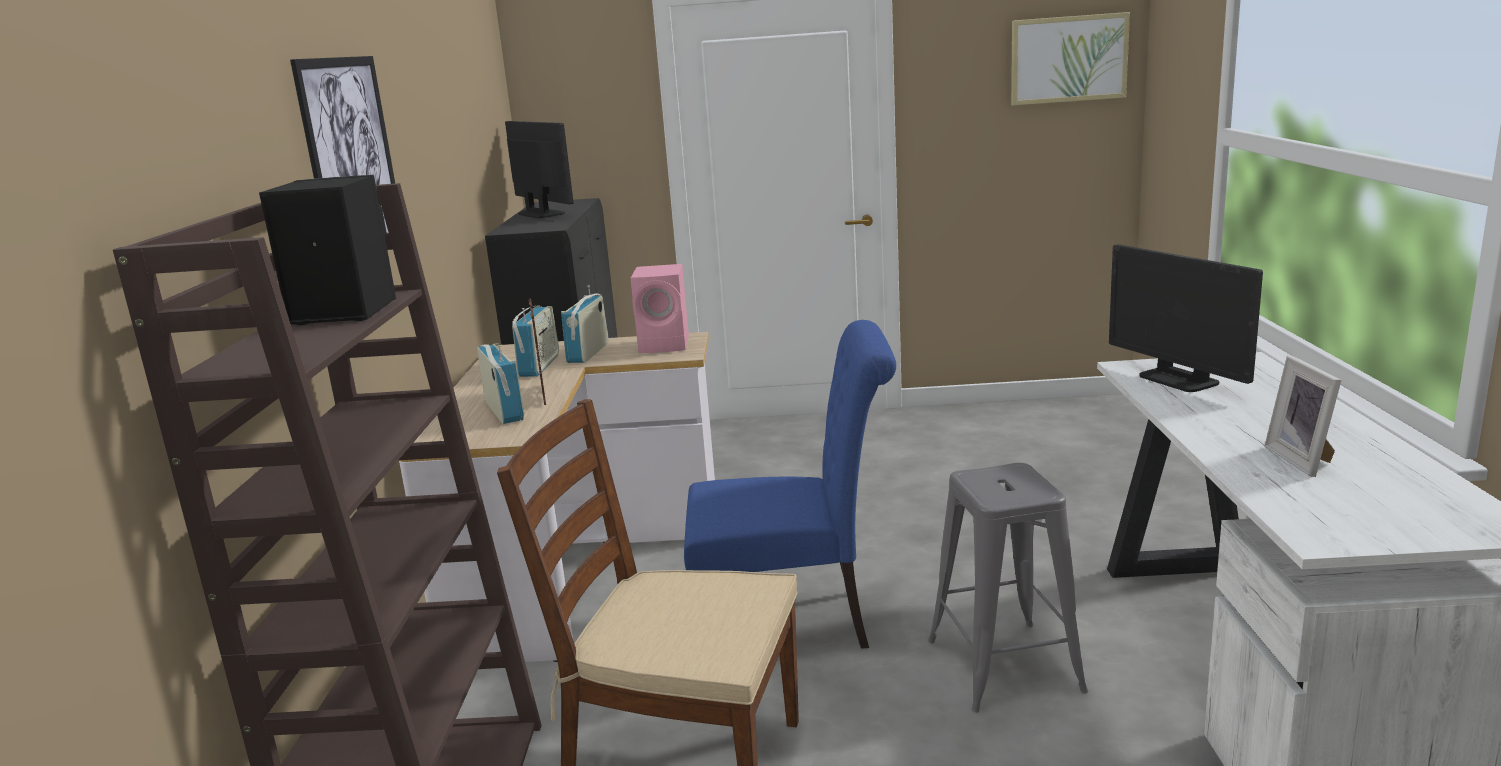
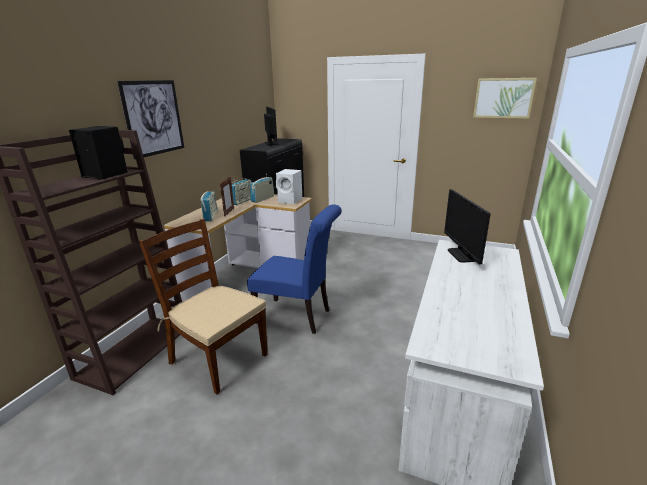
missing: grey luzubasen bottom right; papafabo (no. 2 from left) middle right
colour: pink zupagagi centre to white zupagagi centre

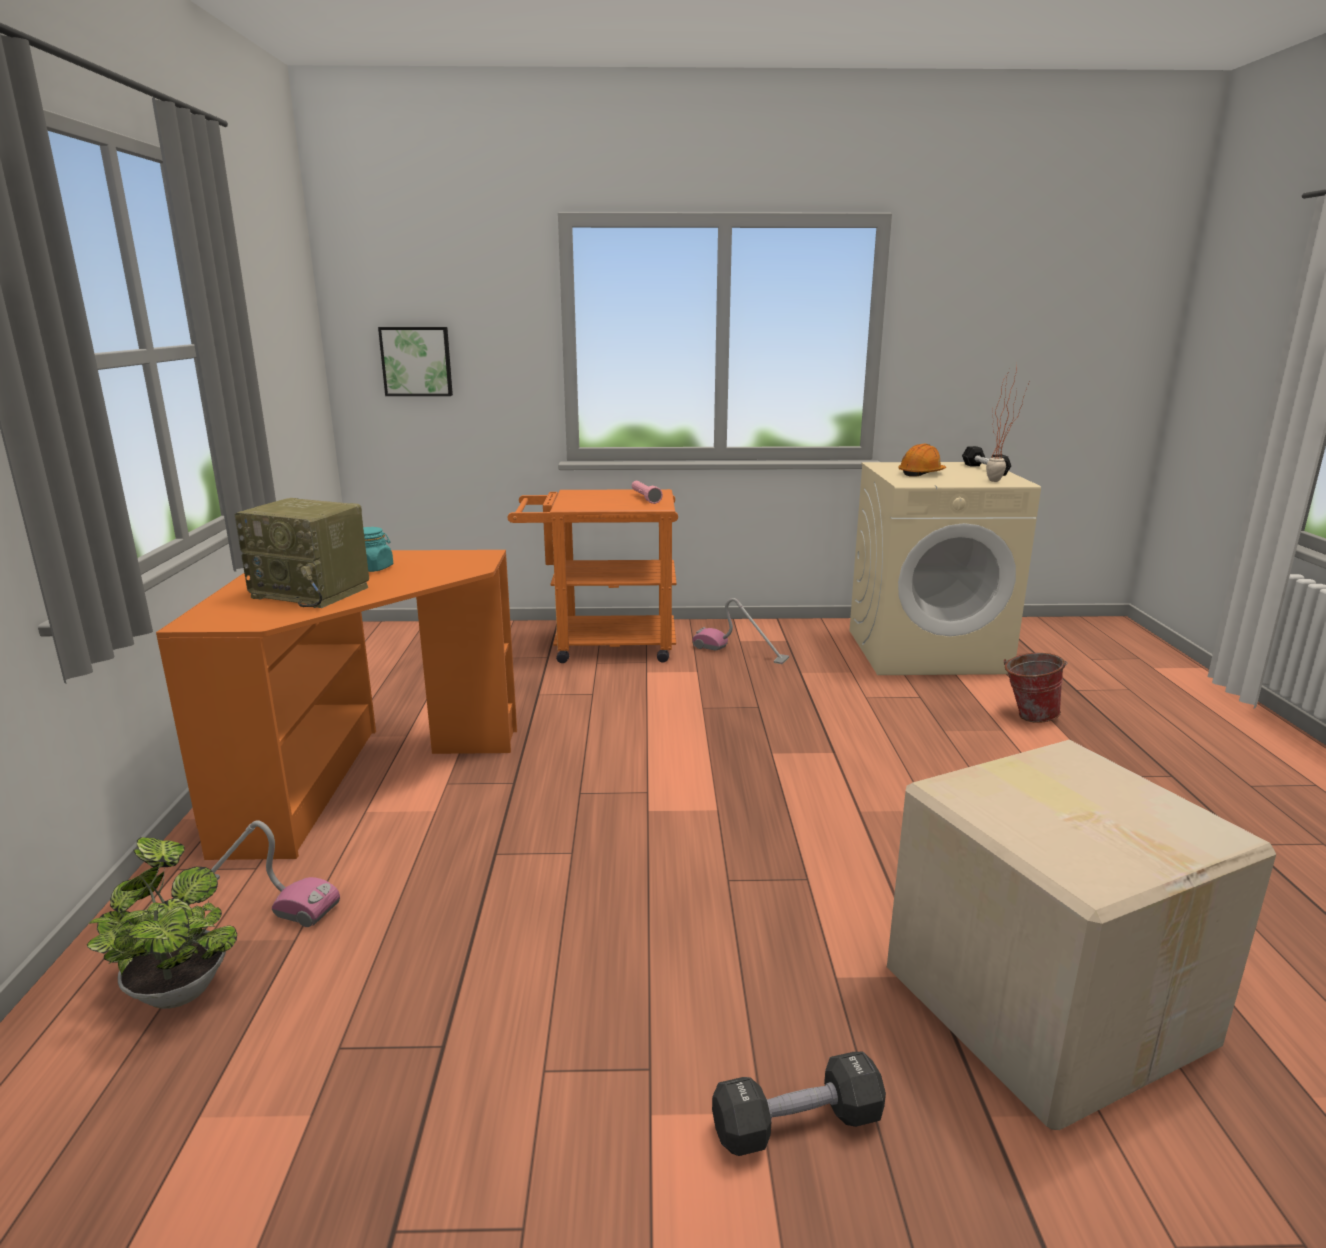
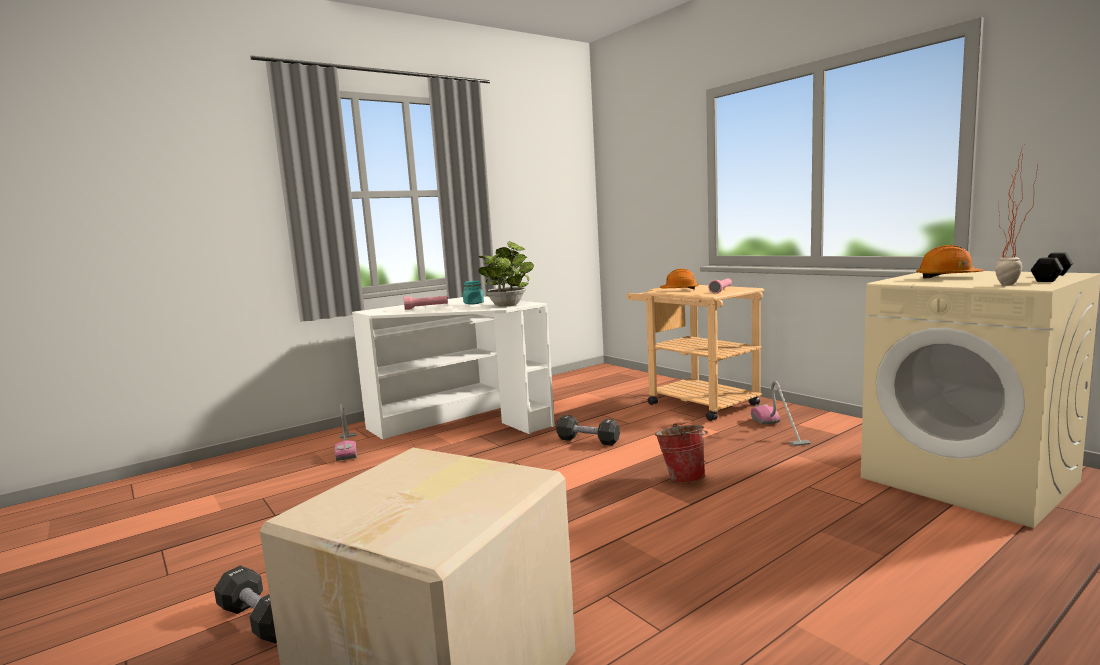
missing: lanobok top left
appeared: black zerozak (no. 2 from left) centre; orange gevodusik (no. 1 from left) centre
relocated: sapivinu (no. 1 from left) bottom left to centre; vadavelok middle right to bottom centre
exchanged: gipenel middle left to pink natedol (no. 1 from left) centre
colour: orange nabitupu middle left to white nabitupu centre; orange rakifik centre to beige rakifik centre

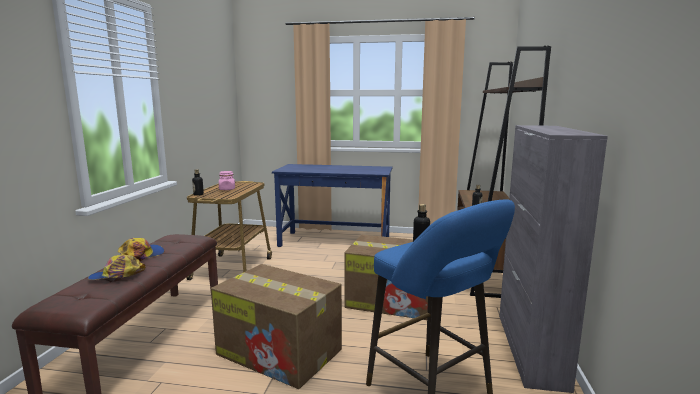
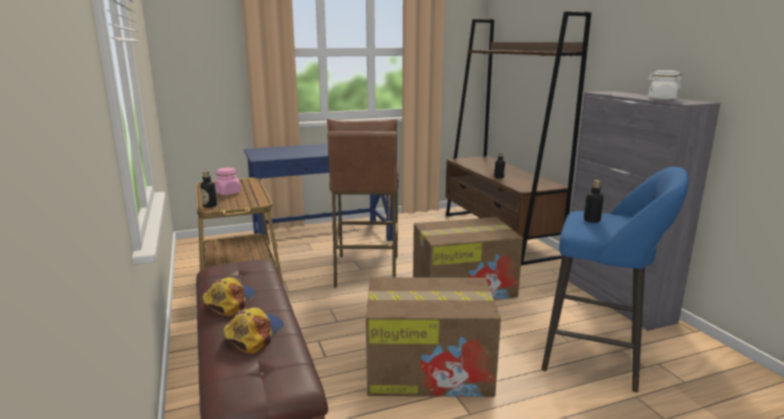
appeared: brown luzubasen centre; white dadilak top right
spun: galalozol (no. 1 from left in the first image) bottom left = bottom left 150 degrees clockwise

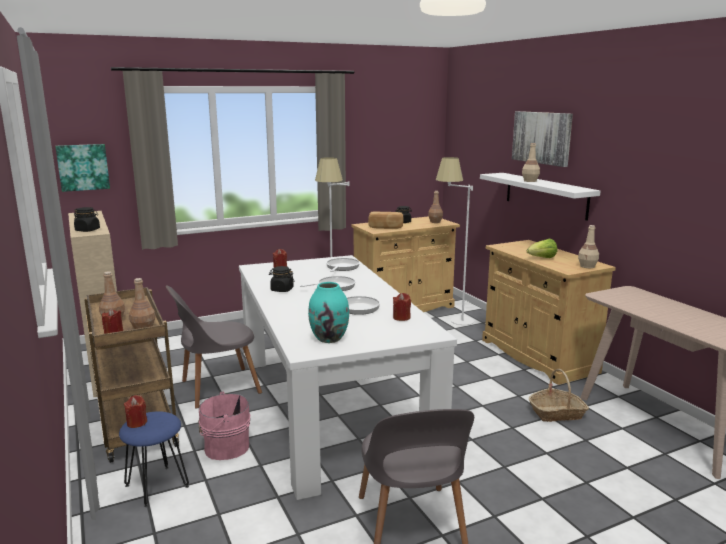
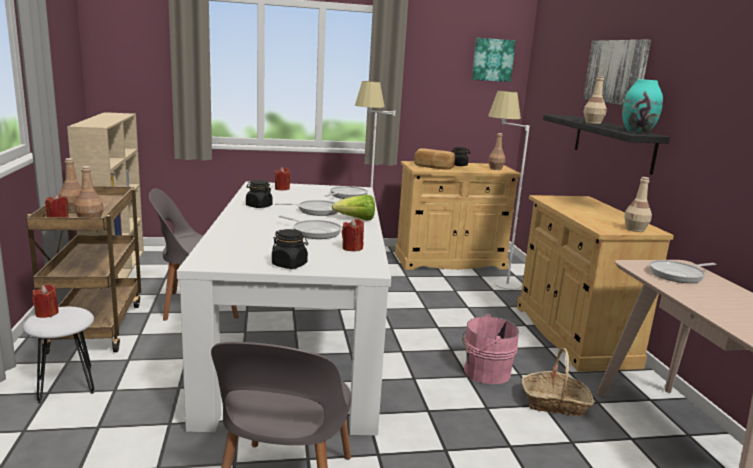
appeared: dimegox (no. 4 from left) middle right
relocated: lanobok (no. 1 from left) top left to top centre; black dadilak (no. 1 from left in the first image) middle left to black dadilak (no. 2 from left) centre; pink vadavelok bottom left to bottom centre; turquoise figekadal centre to top right; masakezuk middle right to centre
colour: blue luzubasen bottom left to white luzubasen bottom left; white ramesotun middle right to black ramesotun top right

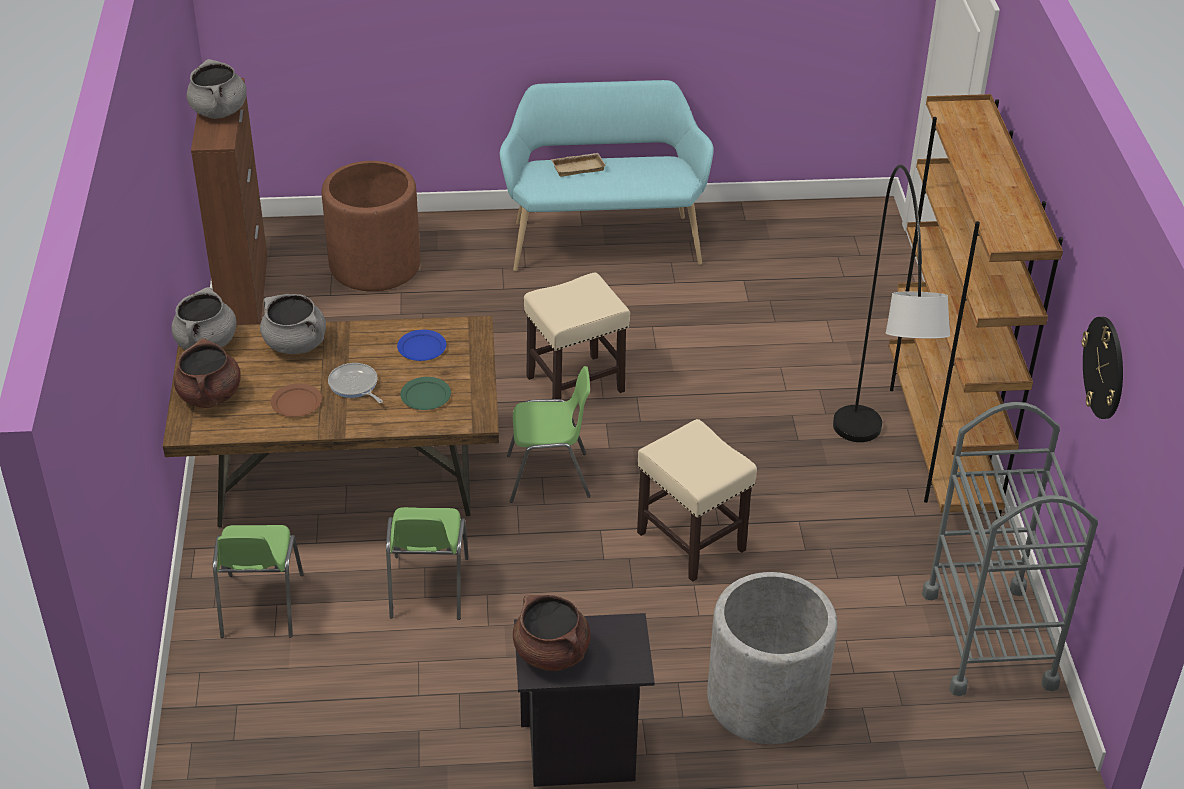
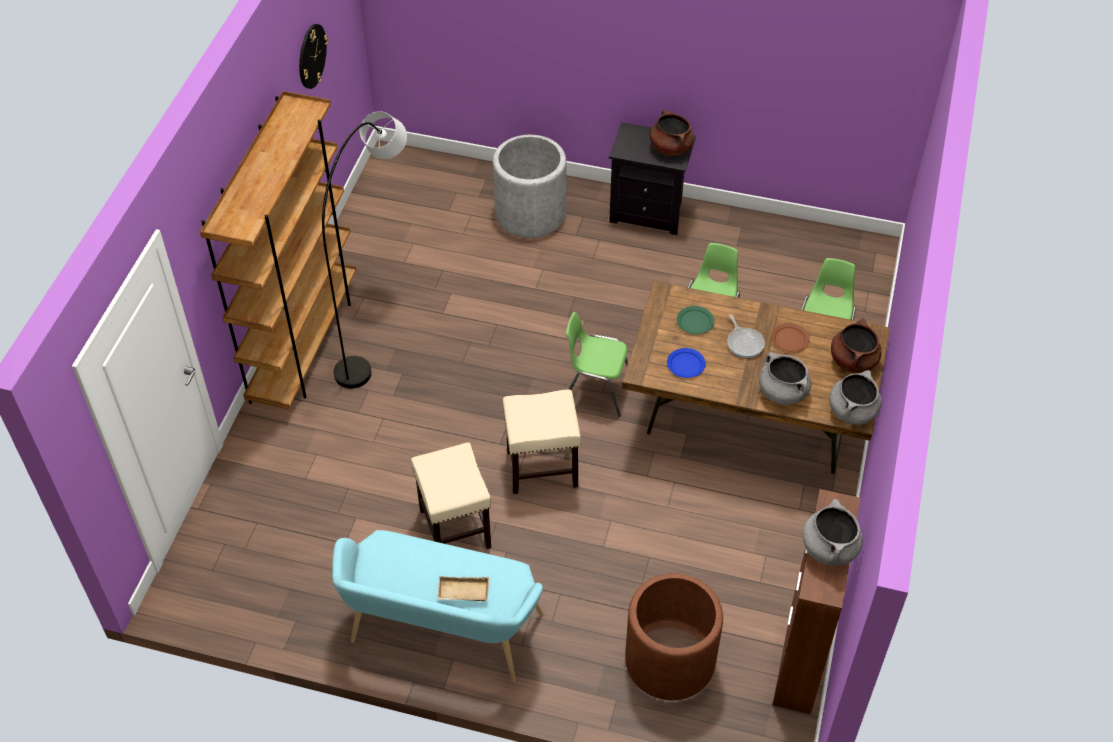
missing: grey rakifik bottom right
relocated: beige luzubasen (no. 2 from left in the first image) centre to beige luzubasen (no. 1 from left) bottom centre

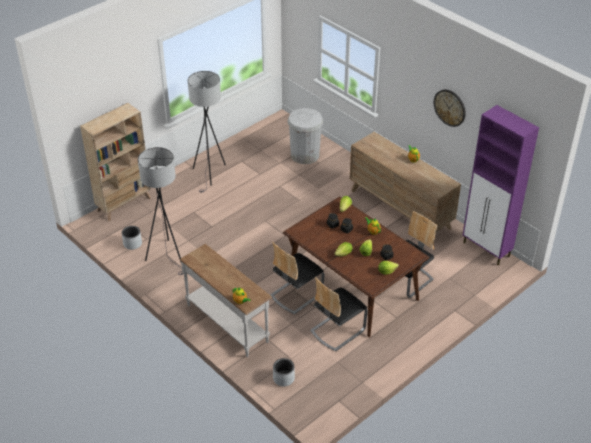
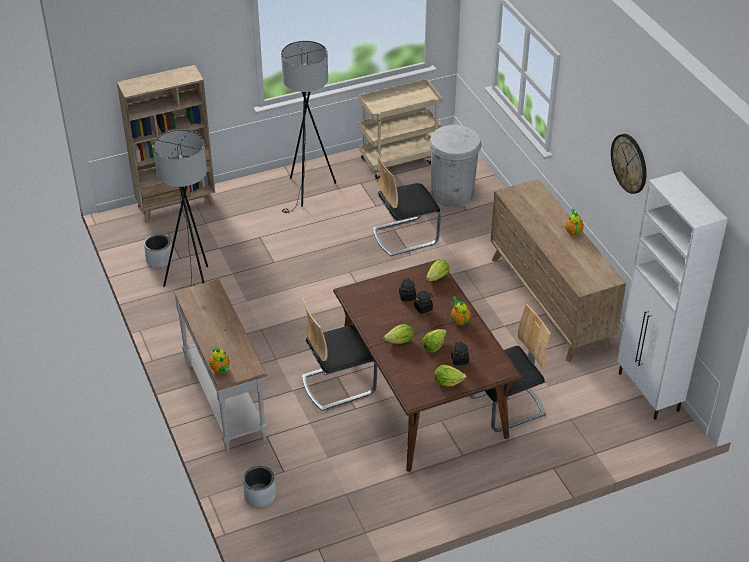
appeared: beige rakifik top centre
relocated: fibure (no. 2 from left) bottom centre to centre
colour: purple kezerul middle right to white kezerul middle right

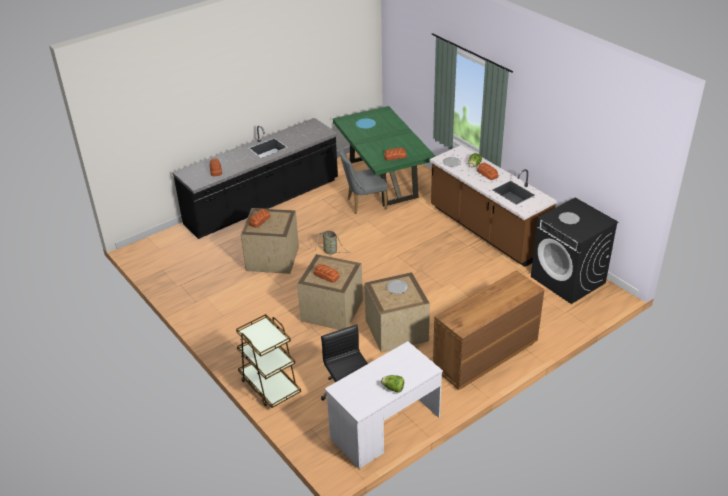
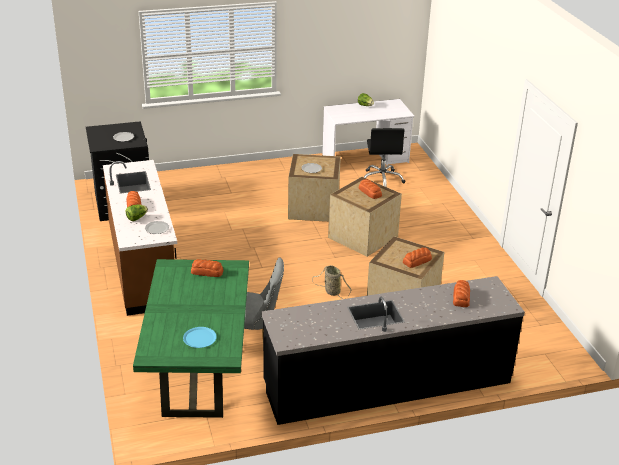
missing: brown rakifik bottom centre; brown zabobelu middle right

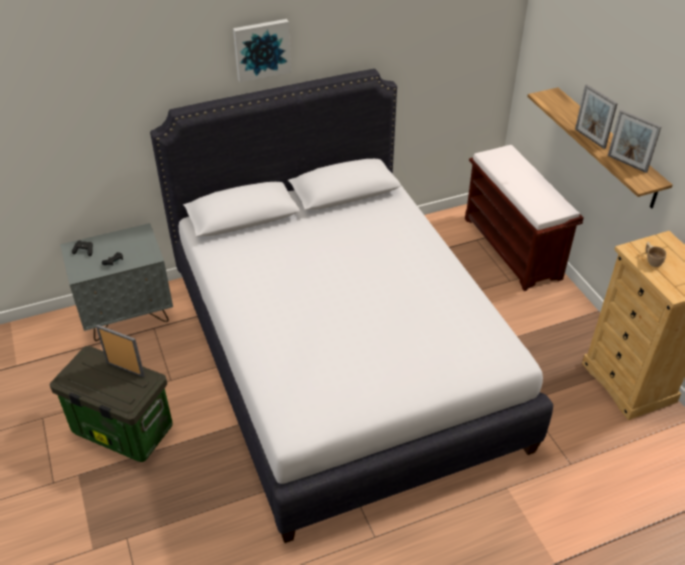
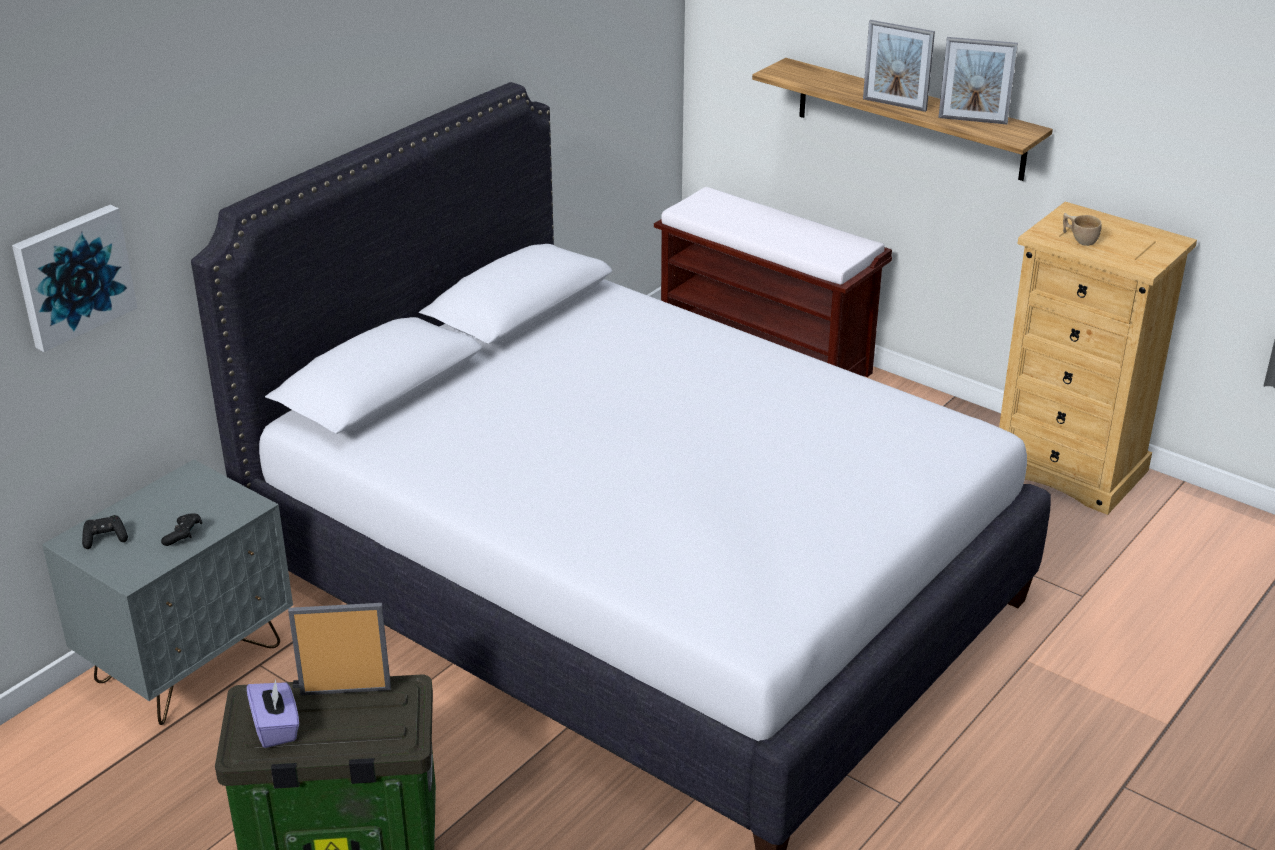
appeared: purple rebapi bottom left
relocated: lanobok top centre to top left

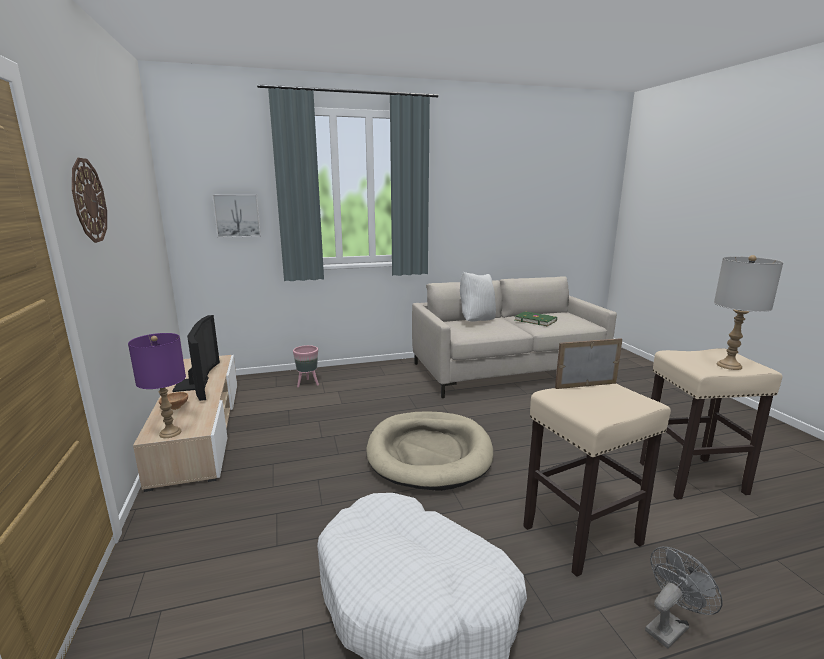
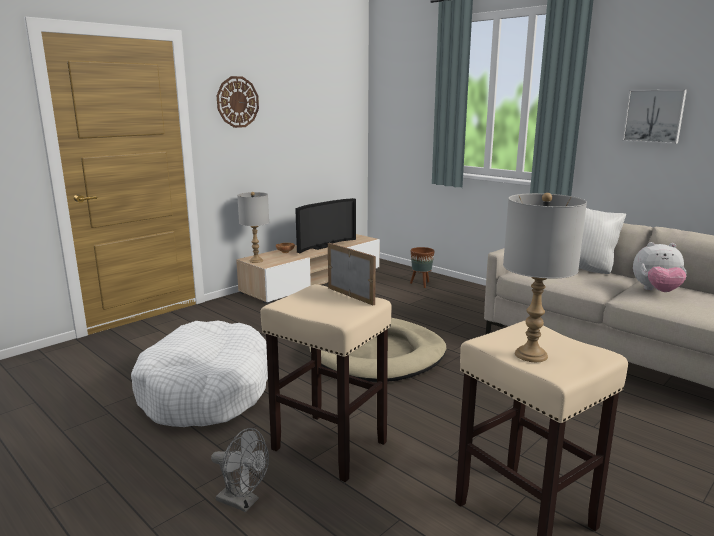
relocated: lanobok top left to top right
exchanged: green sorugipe centre to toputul middle right
colour: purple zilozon middle left to grey zilozon (no. 1 from left) centre; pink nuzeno centre to brown nuzeno centre

